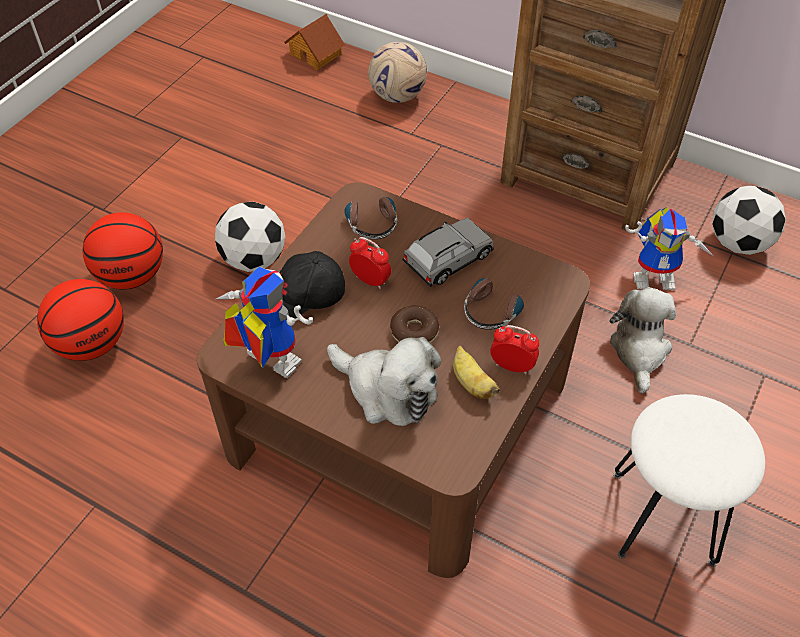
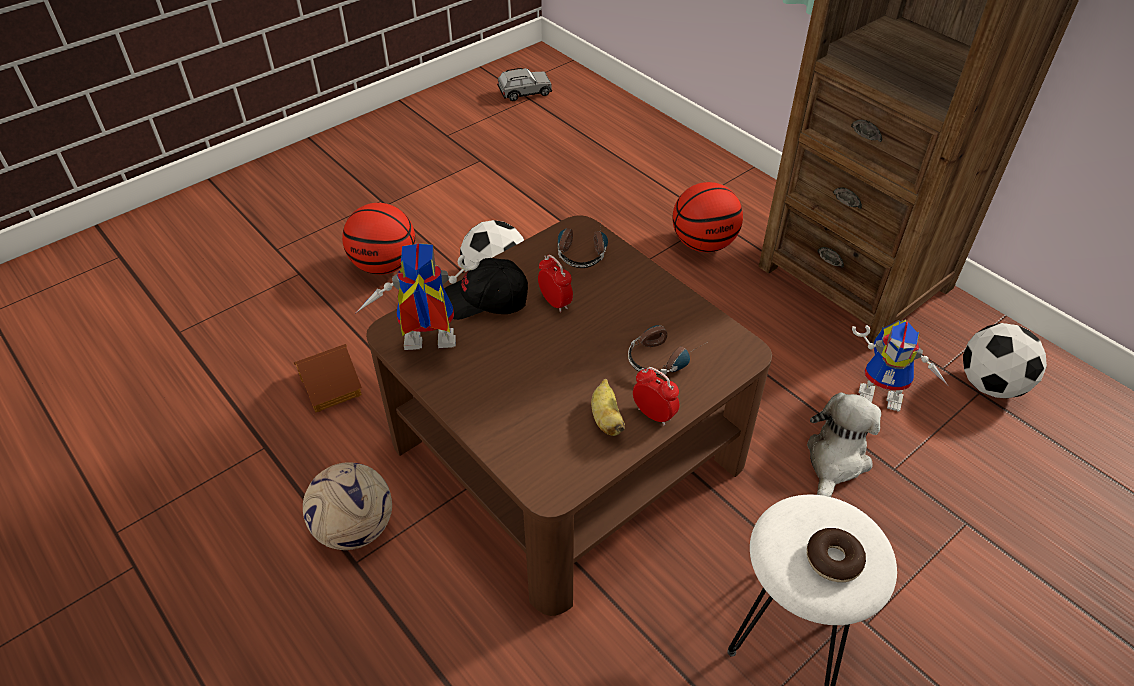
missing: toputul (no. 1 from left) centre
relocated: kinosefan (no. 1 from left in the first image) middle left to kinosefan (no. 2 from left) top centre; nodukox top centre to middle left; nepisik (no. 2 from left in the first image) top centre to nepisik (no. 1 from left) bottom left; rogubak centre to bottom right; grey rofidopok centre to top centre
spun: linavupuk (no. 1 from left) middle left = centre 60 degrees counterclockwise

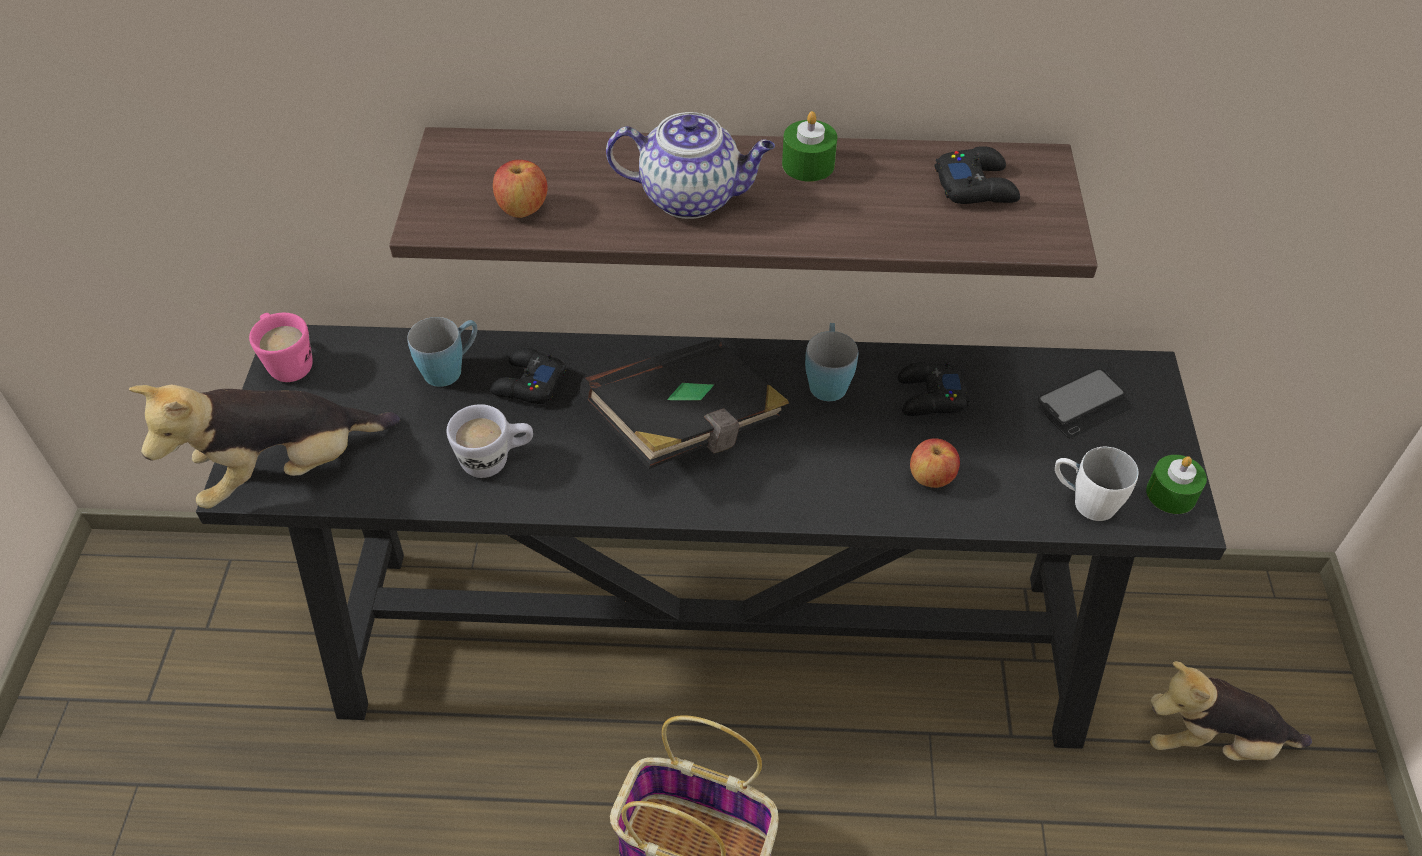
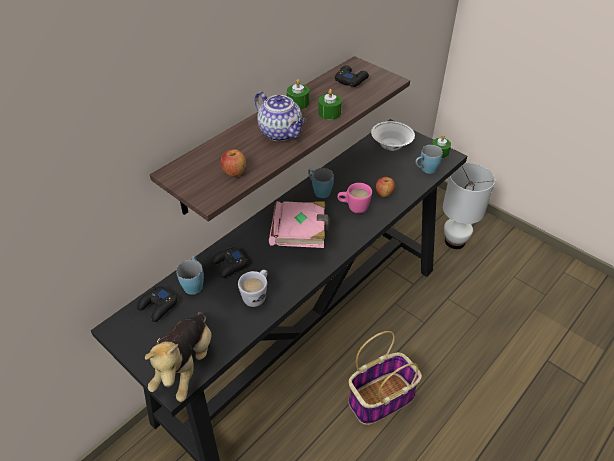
appeared: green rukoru (no. 2 from left) top centre
relocated: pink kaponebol middle left to centre; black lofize (no. 2 from left in the first image) centre to black lofize (no. 1 from left) middle left
exchanged: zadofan middle right to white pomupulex top centre; toputul (no. 2 from left) bottom right to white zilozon middle right
colour: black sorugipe centre to pink sorugipe centre; white kaponebol (no. 2 from left) middle right to blue kaponebol (no. 3 from left) middle right
spun: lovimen top centre = top centre 90 degrees clockwise

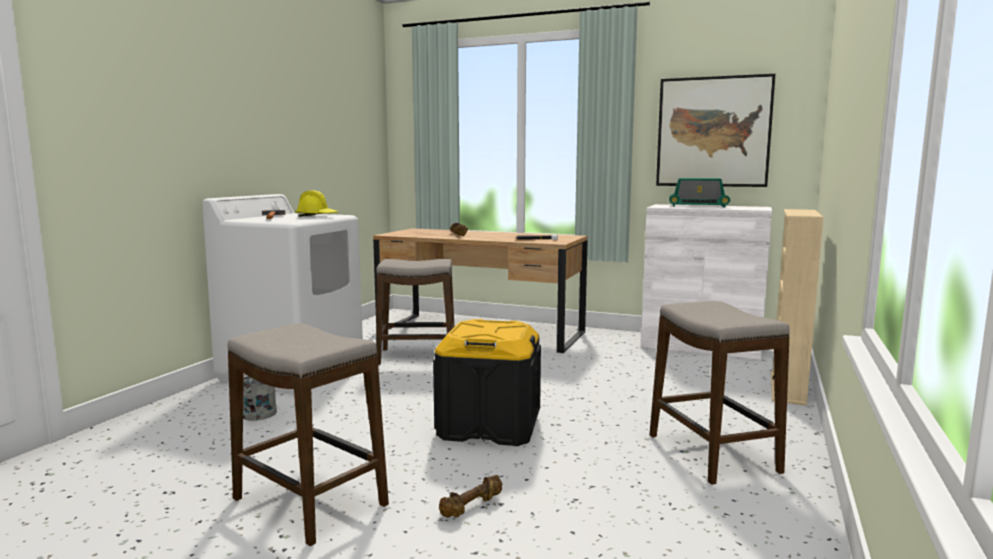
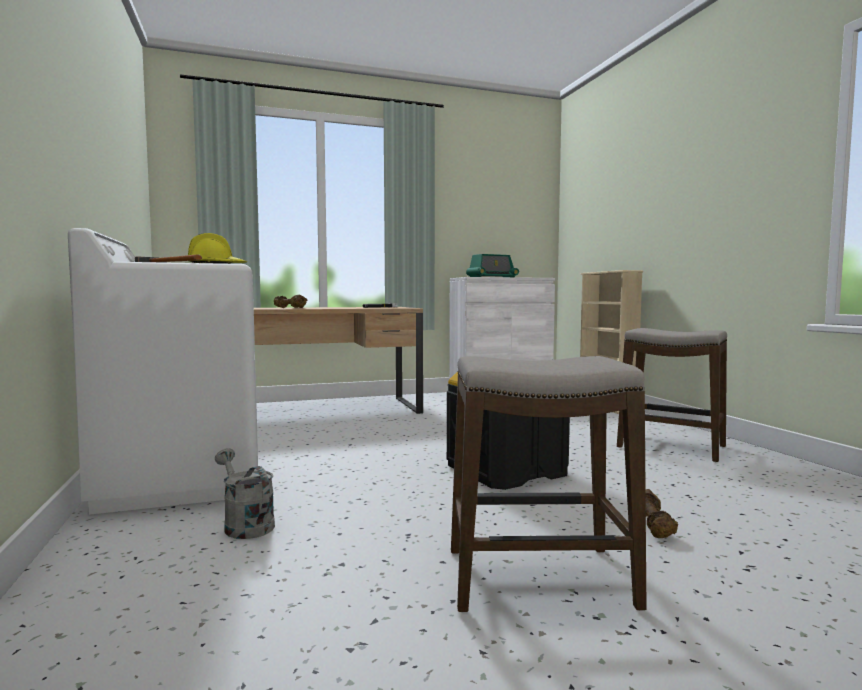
missing: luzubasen (no. 2 from left) centre; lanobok top right

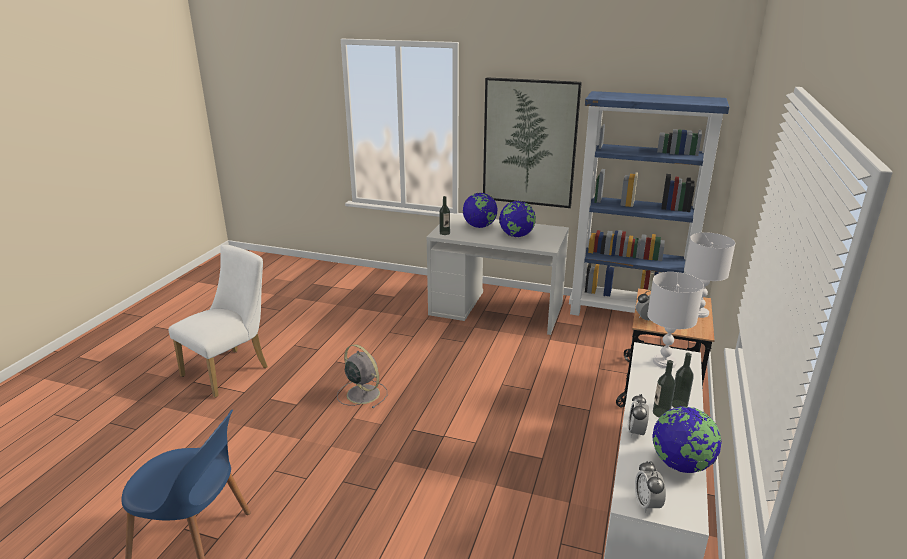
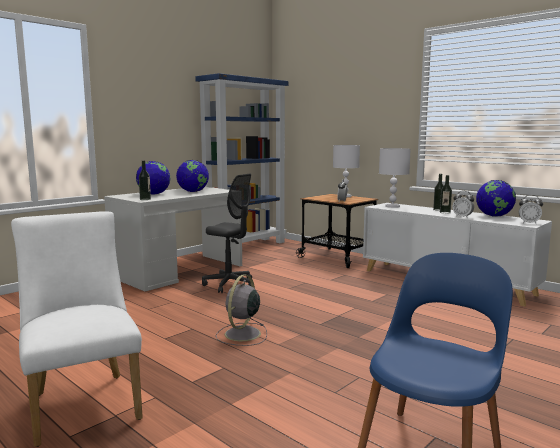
missing: lanobok top centre
appeared: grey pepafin centre
spun: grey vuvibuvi bottom centre = bottom centre 45 degrees counterclockwise

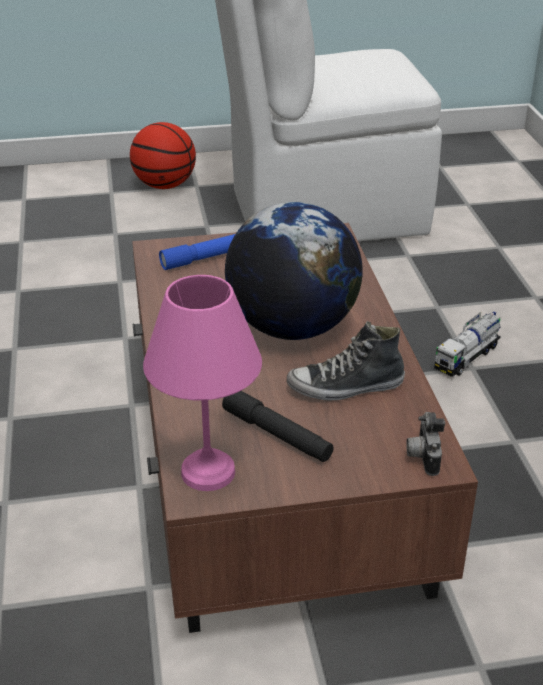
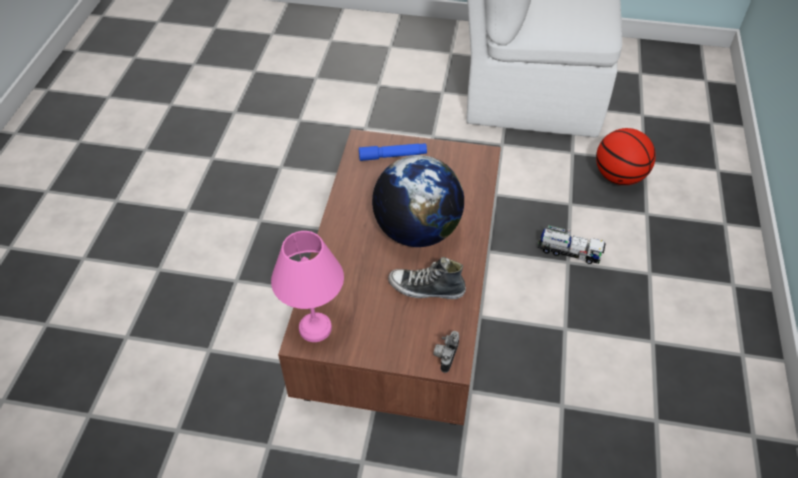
missing: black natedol centre
relocated: kinosefan top left to top right
spun: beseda middle right = middle right 135 degrees counterclockwise

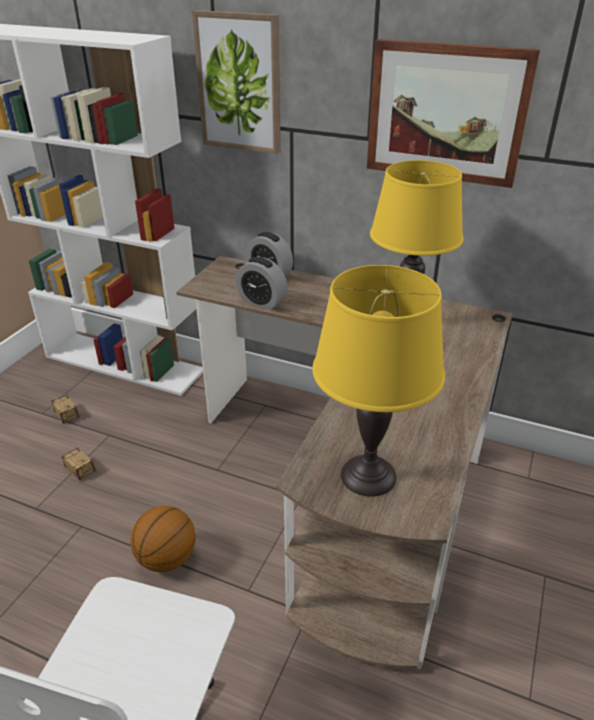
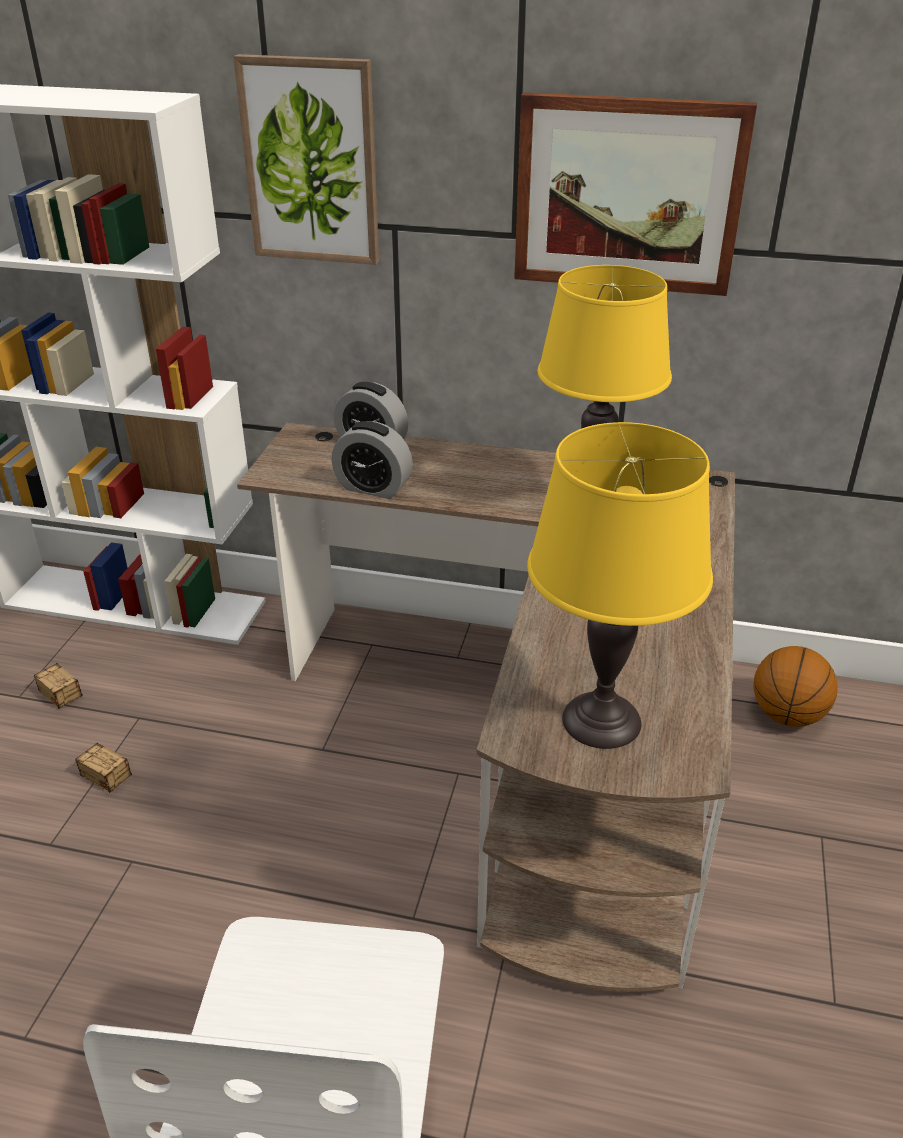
relocated: kinosefan bottom left to middle right

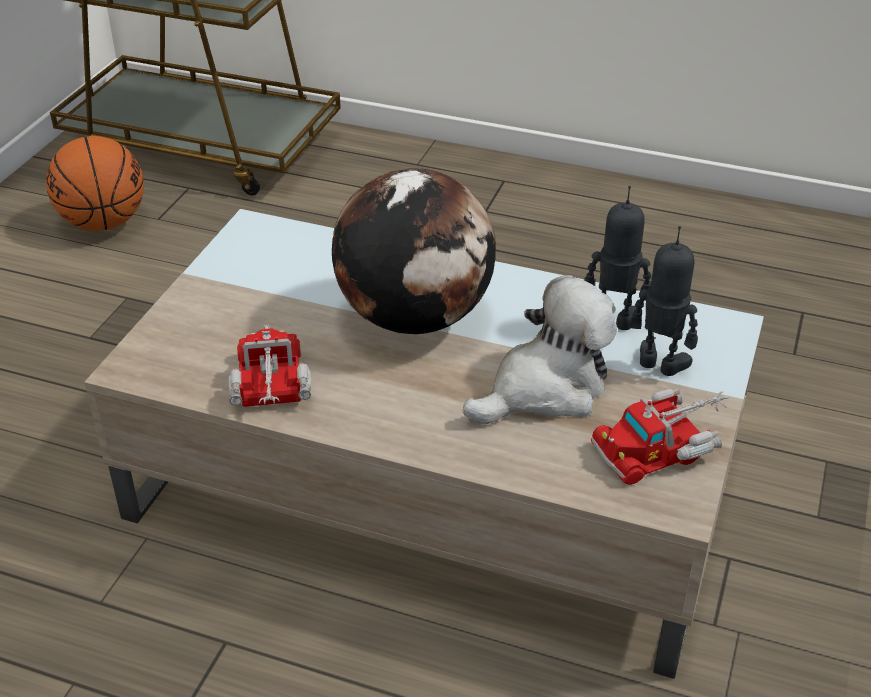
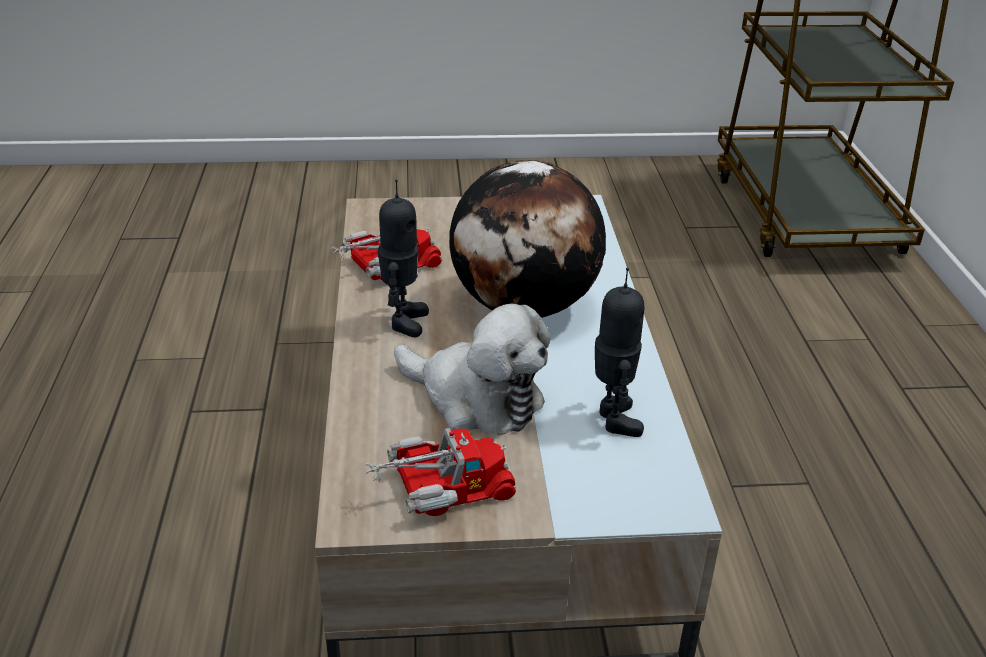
missing: kinosefan top left
relocated: linavupuk (no. 2 from left in the first image) middle right to linavupuk (no. 1 from left) centre
spun: beseda (no. 2 from left) middle right = bottom centre 120 degrees clockwise

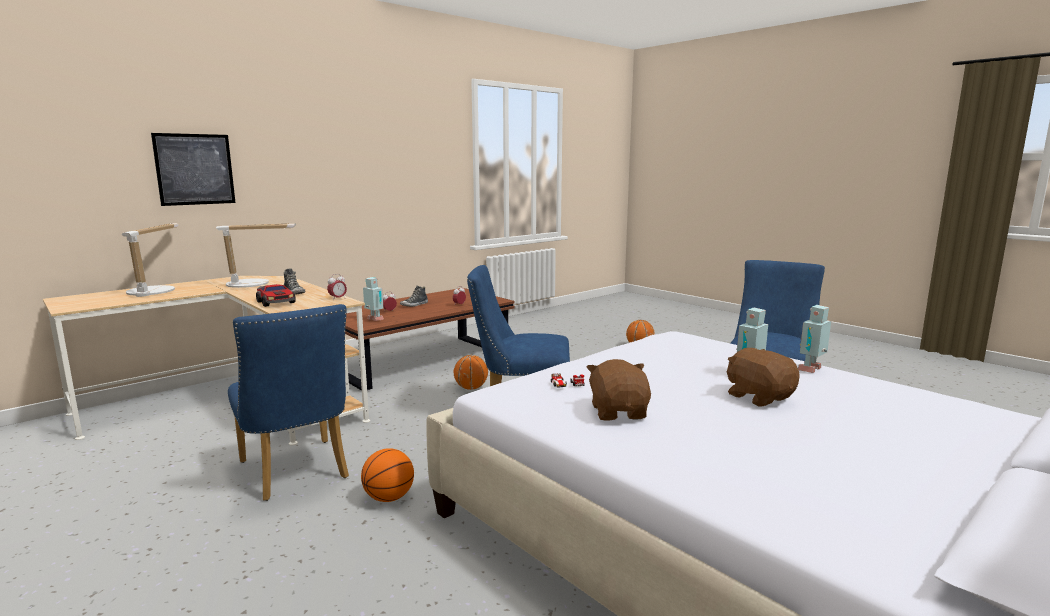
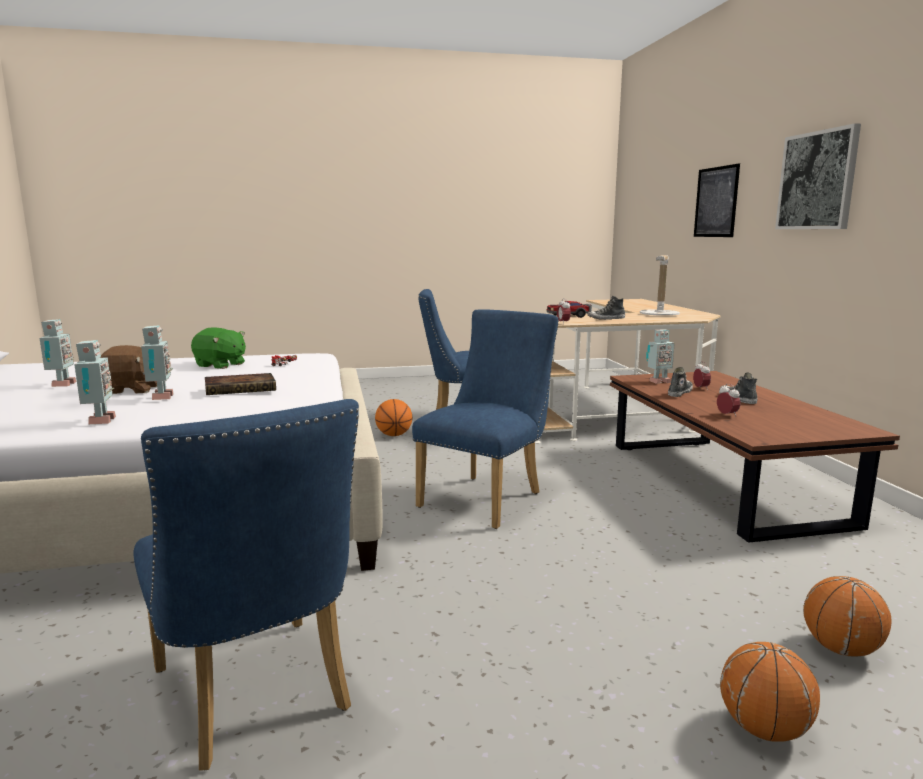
missing: zilozon (no. 1 from left) middle left
appeared: linavupuk (no. 1 from left) middle left; sorugipe middle left; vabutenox (no. 2 from left) middle right; lanobok (no. 2 from left) top right
relocated: kinosefan (no. 2 from left in the first image) centre to kinosefan (no. 3 from left) bottom right
colour: brown toputul (no. 1 from left) centre to green toputul middle left

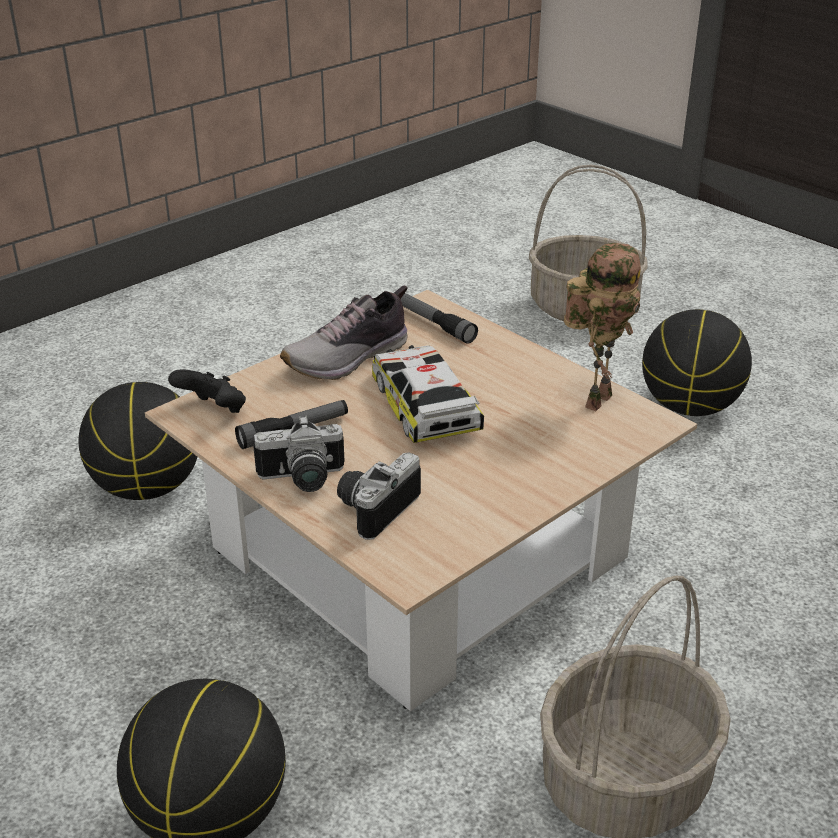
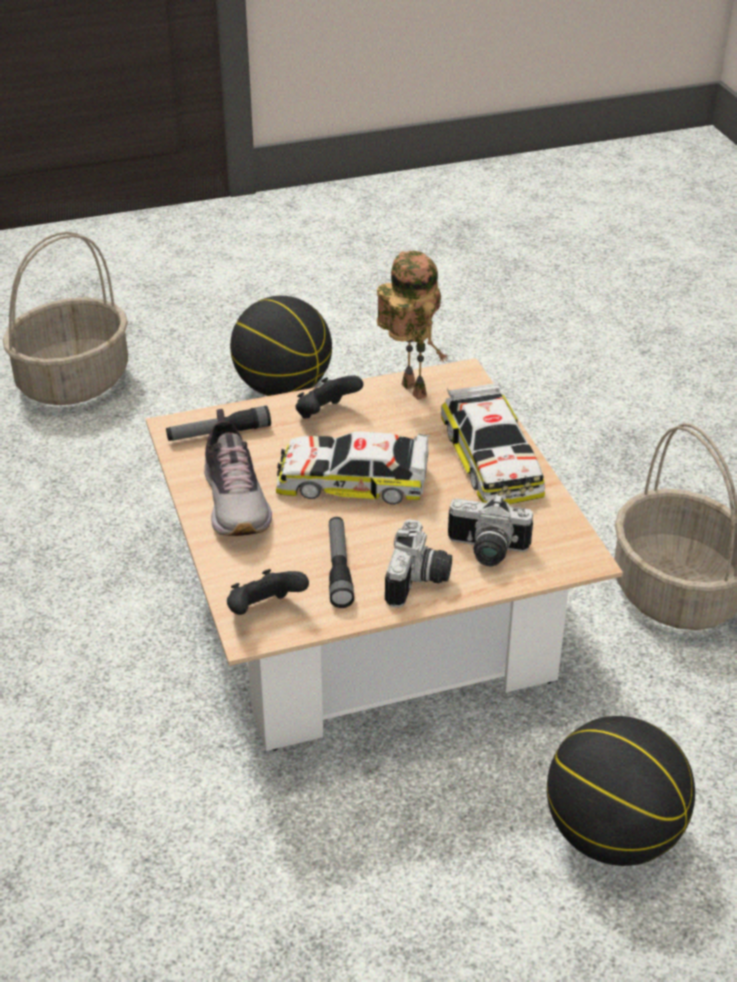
missing: kinosefan (no. 1 from left) middle left
appeared: black lofize (no. 2 from left) centre; rofidopok (no. 2 from left) middle right
spun: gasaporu (no. 2 from left) centre = centre 45 degrees counterclockwise

